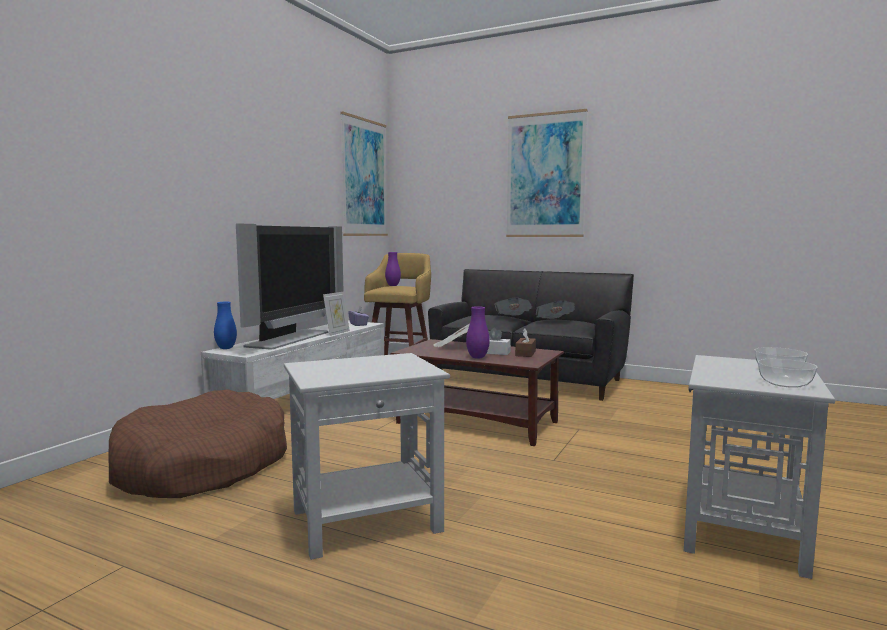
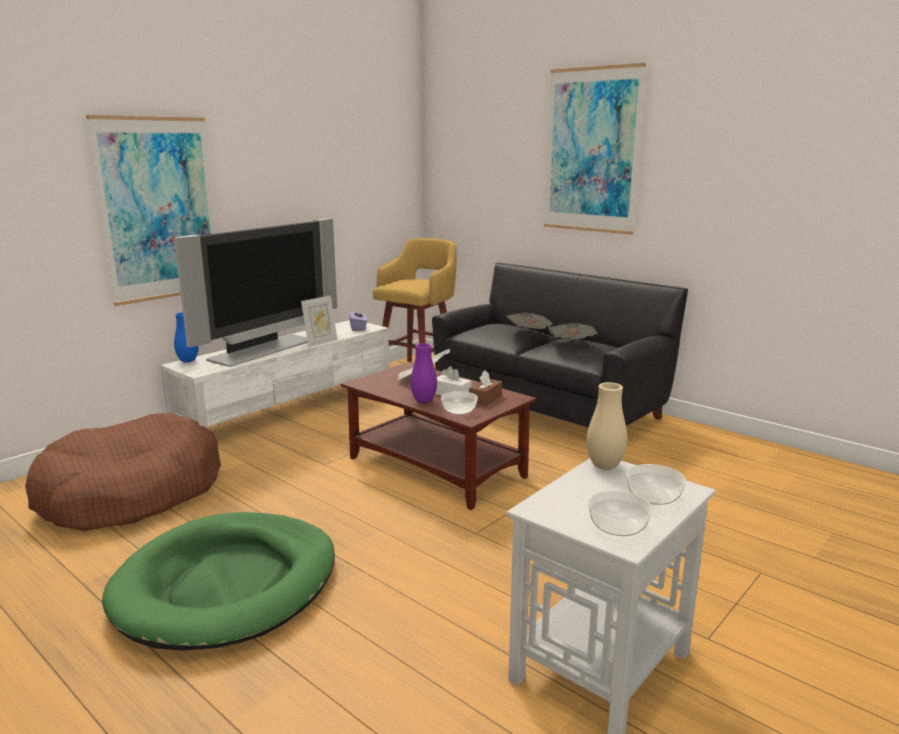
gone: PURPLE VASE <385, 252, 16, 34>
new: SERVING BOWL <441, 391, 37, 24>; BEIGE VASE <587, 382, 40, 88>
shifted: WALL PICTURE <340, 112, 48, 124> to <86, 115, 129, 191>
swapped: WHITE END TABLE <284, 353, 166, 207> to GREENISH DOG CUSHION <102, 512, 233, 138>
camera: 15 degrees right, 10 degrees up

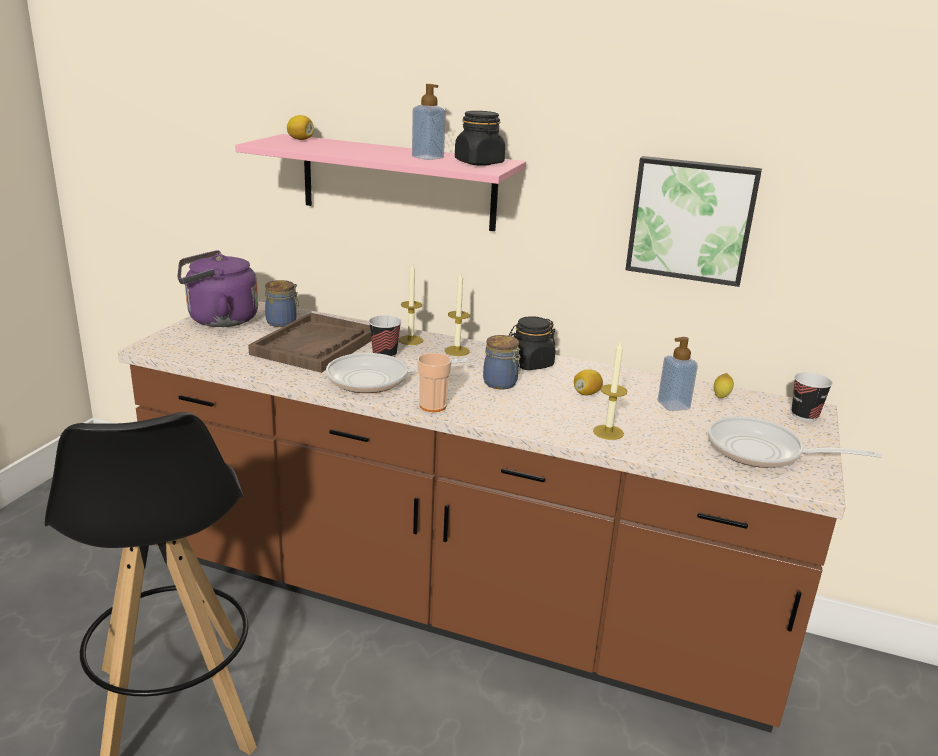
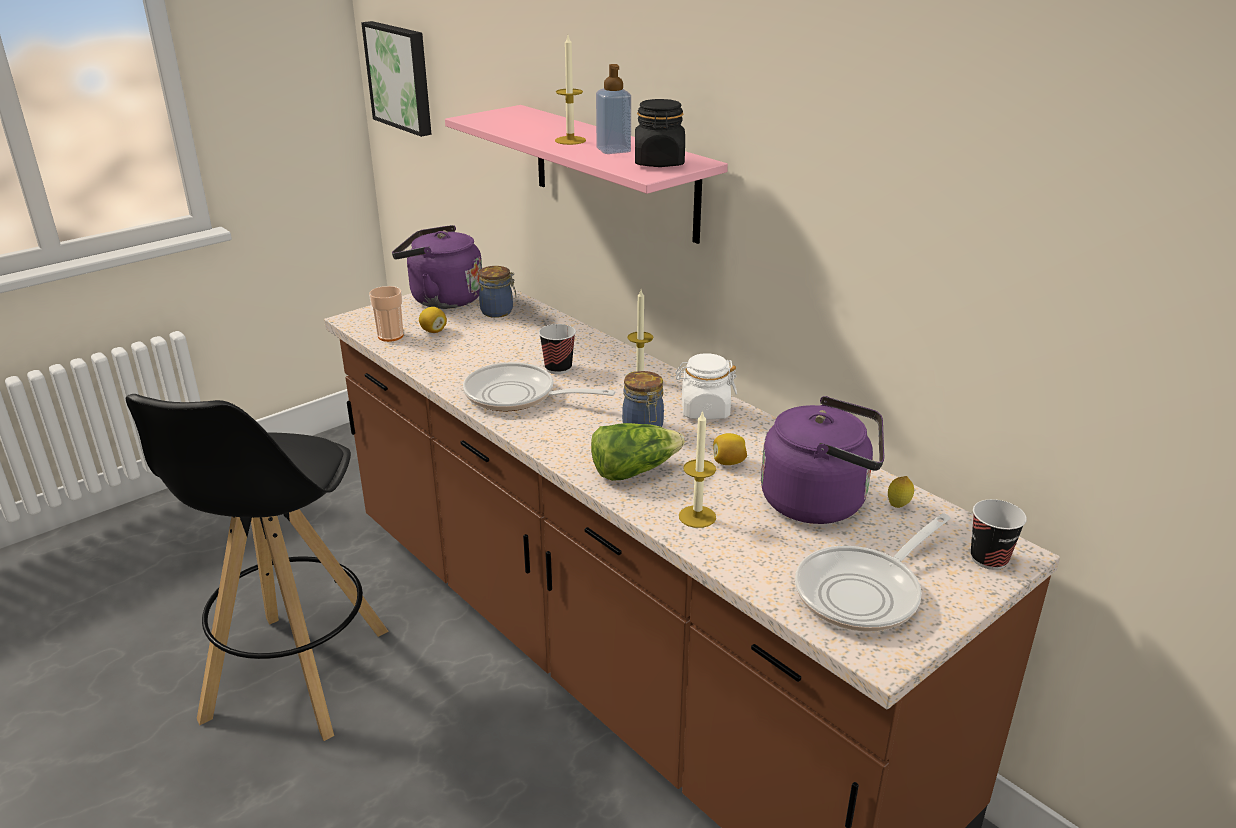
gone: BROWNISH SERVING TRAY <248, 313, 124, 60>
new: LETTUCE HEAD <591, 423, 94, 58>
shifted: CITRUS FRUIT <287, 115, 27, 25> to <419, 307, 28, 26>; WAX LIGHT <399, 263, 24, 82> to <555, 35, 31, 110>; SMALL CUP <417, 353, 35, 59> to <369, 286, 35, 56>; WALL PICTURE <625, 156, 137, 131> to <361, 21, 71, 116>
swapped: SOAP DISPENSER <658, 337, 40, 74> to PURPLE KETTLE <761, 396, 123, 128>
repainted: BLACK-COLOURED PRESERVE JAR <509, 316, 47, 54> to WHITE PRESERVE JAR <675, 353, 62, 67>
rotated: PAN <708, 416, 174, 52> = <795, 513, 156, 119> 90 degrees counterclockwise
camera: 30 degrees right, 5 degrees up

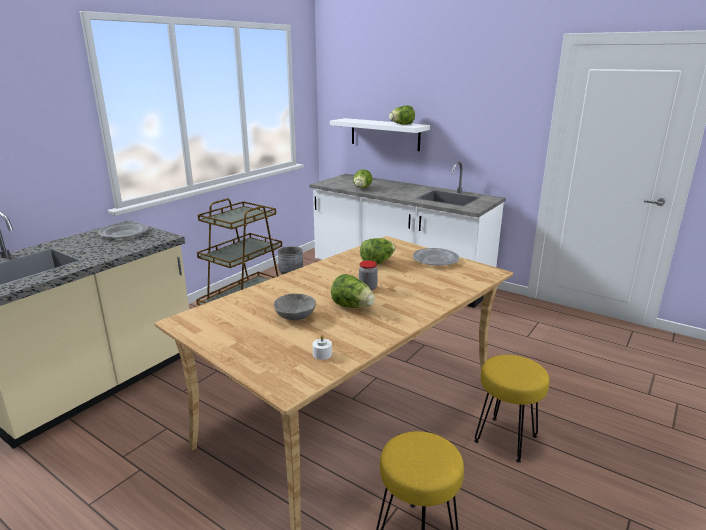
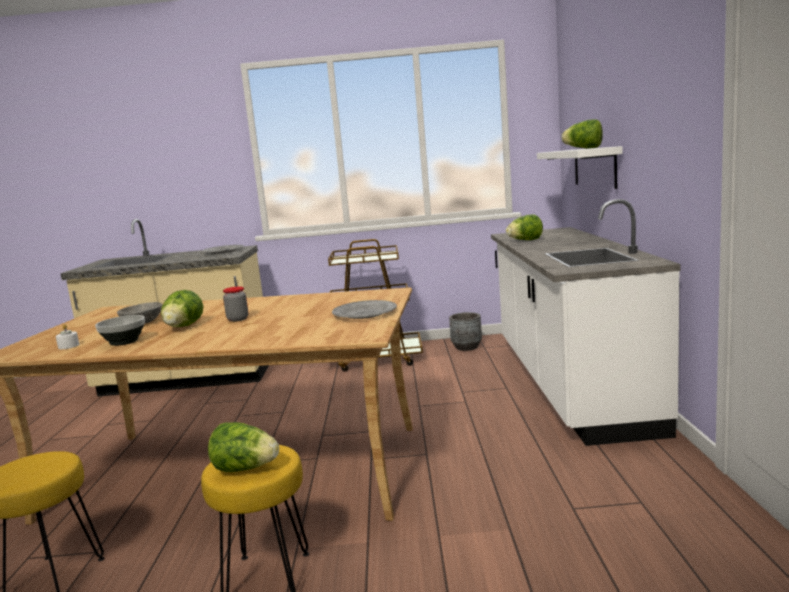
new: SERVING BOWL <95, 315, 50, 31>
shifted: LETTUCE HEAD <360, 238, 35, 27> to <208, 422, 71, 50>
camera: 55 degrees right, 10 degrees down

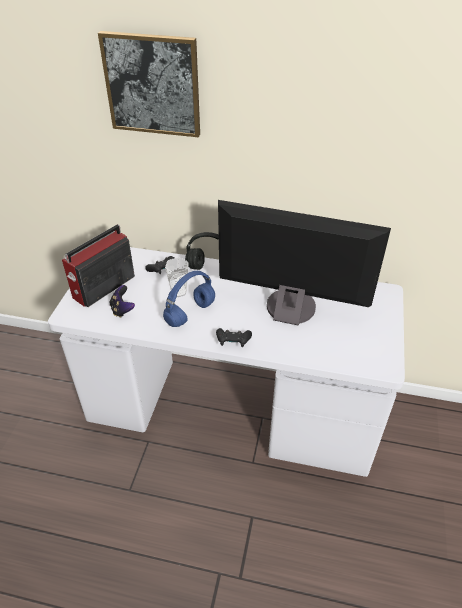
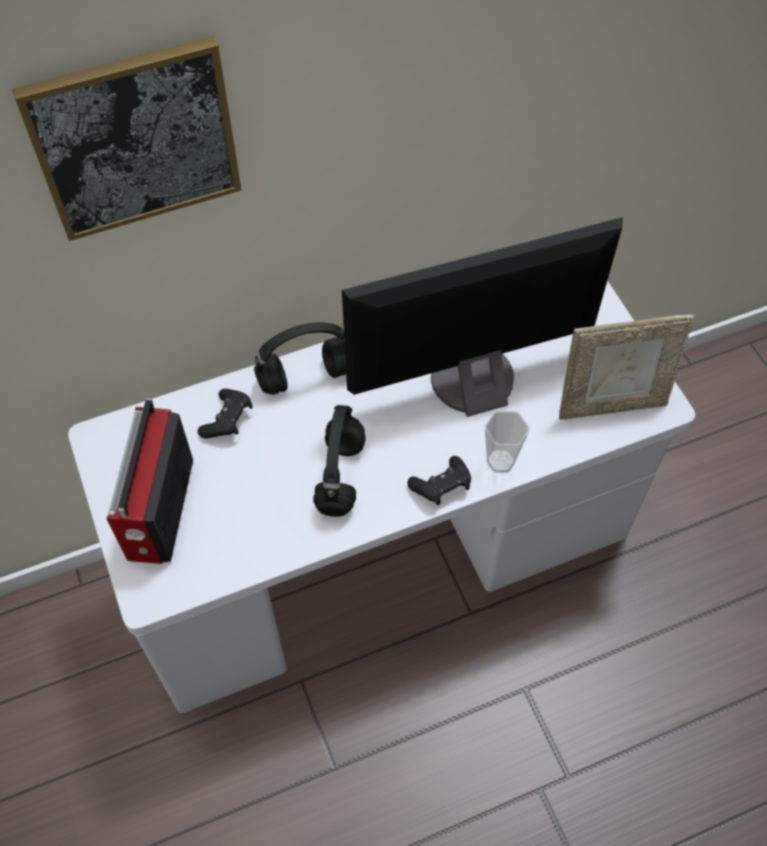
gone: JOYPAD <110, 285, 25, 33>
new: PICTURE FRAME <559, 315, 135, 105>
shifted: SMALL CUP <165, 257, 24, 40> to <485, 411, 45, 62>
repainted: BLUE HEADPHONES <163, 271, 52, 56> to BLACK-COLOURED HEADPHONES <313, 405, 53, 112>
camera: 35 degrees left, 15 degrees up

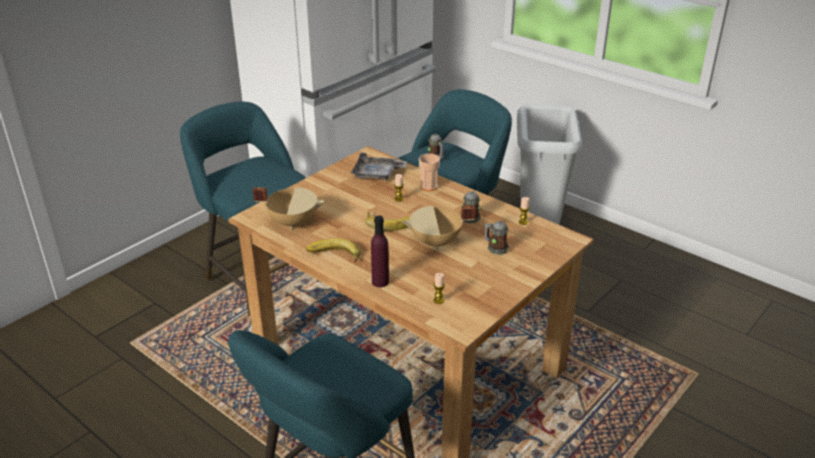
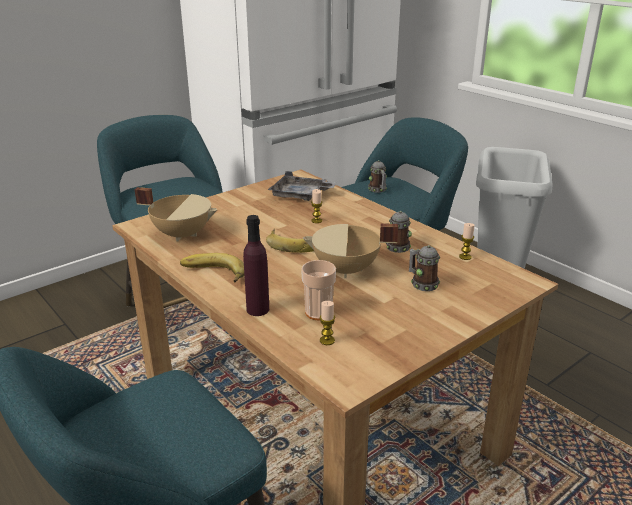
shifted: SMALL CUP <419, 154, 21, 37> to <301, 260, 35, 60>
camera: 10 degrees right, 5 degrees down

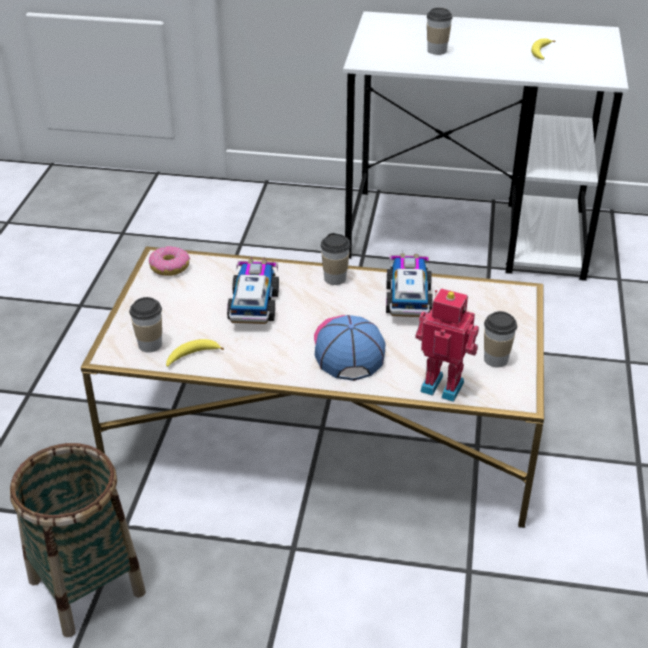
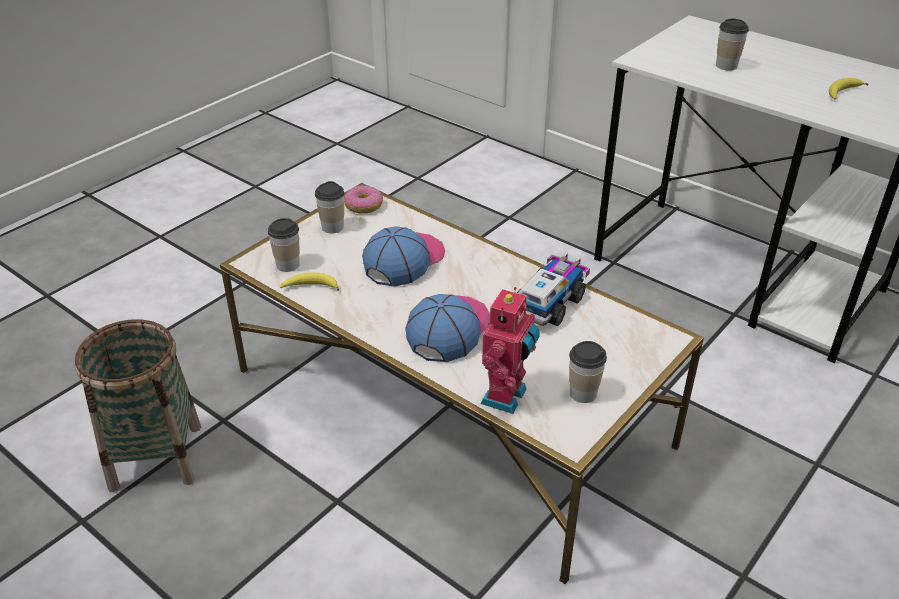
shifted: SMALL CUP <321, 233, 29, 52> to <315, 181, 29, 52>
swapped: MODEL TRUCK <227, 256, 52, 68> to CAP <362, 226, 83, 61>
rotated: TOY ROBOT <416, 288, 63, 114> = <481, 287, 59, 127> 60 degrees clockwise
camera: 30 degrees right, 0 degrees up

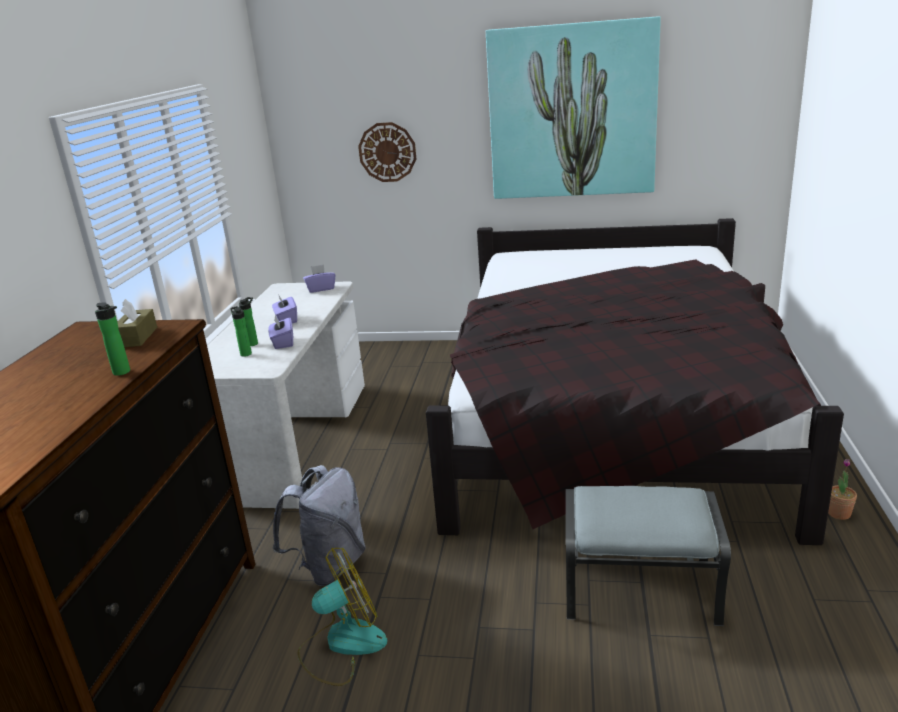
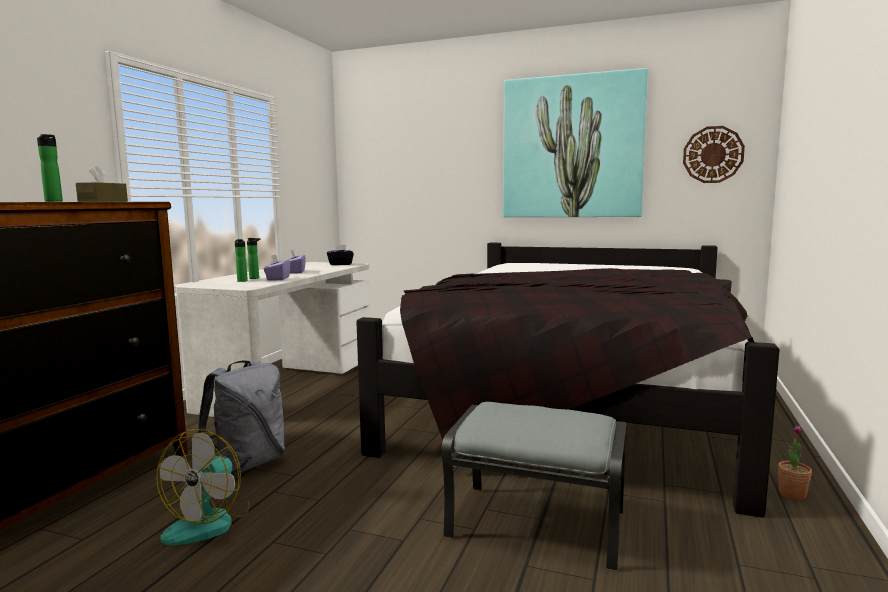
shifted: CLOCK ON THE WALL <358, 122, 58, 60> to <683, 126, 62, 57>
repainted: PURPLE BOX OF TISSUES <303, 264, 33, 29> to BLACK-COLOURED BOX OF TISSUES <327, 244, 27, 21>
rotated: COOLING FAN <298, 547, 89, 139> = <156, 429, 94, 116> 120 degrees clockwise
camera: 10 degrees right, 15 degrees down

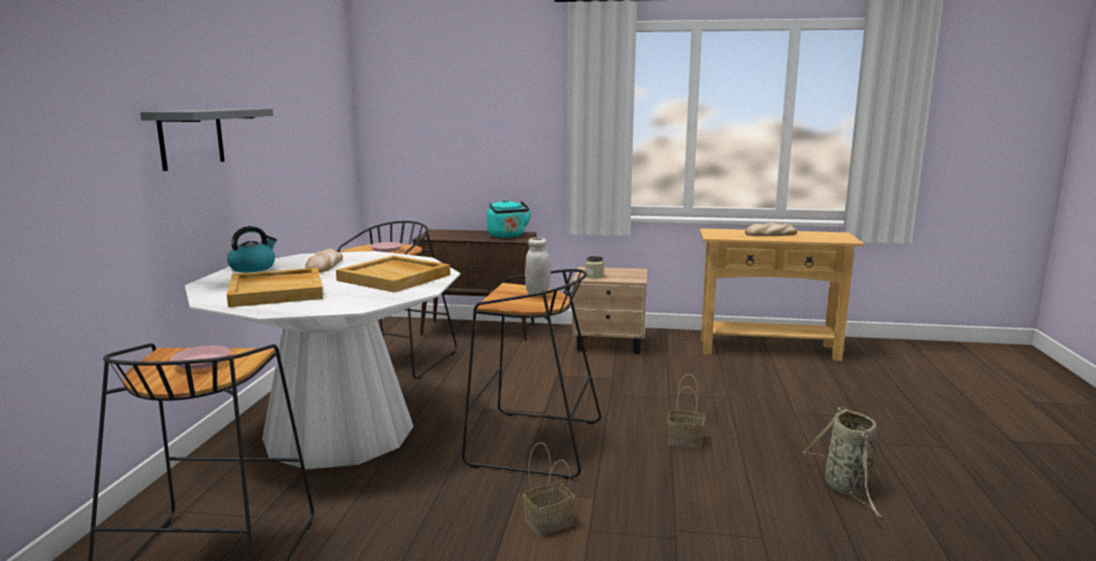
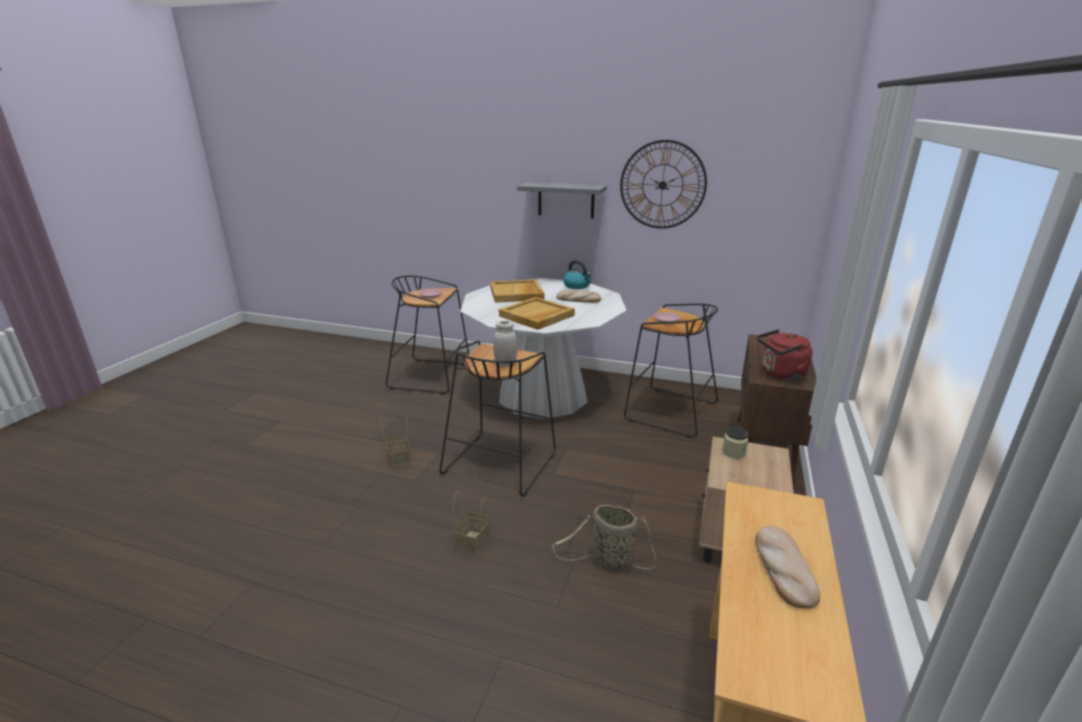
new: CLOCK ON THE WALL <620, 140, 87, 89>
shifted: HOUSEHOLD BASKET <803, 407, 81, 112> to <552, 505, 104, 67>
repainted: TURQUOISE KETTLE <487, 199, 44, 39> to REDDISH KETTLE <757, 329, 56, 51>
camera: 100 degrees right, 10 degrees up

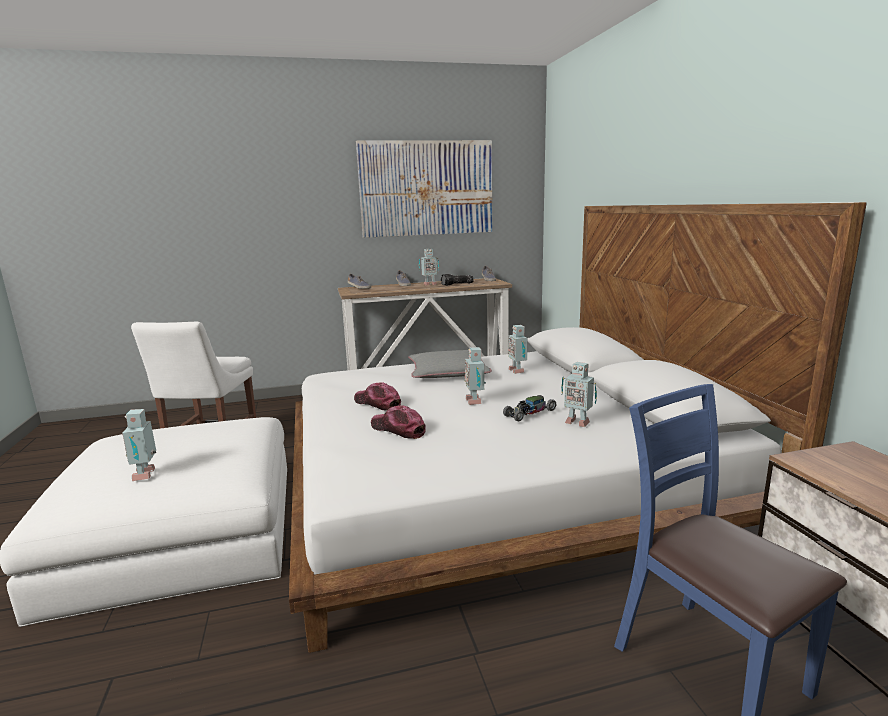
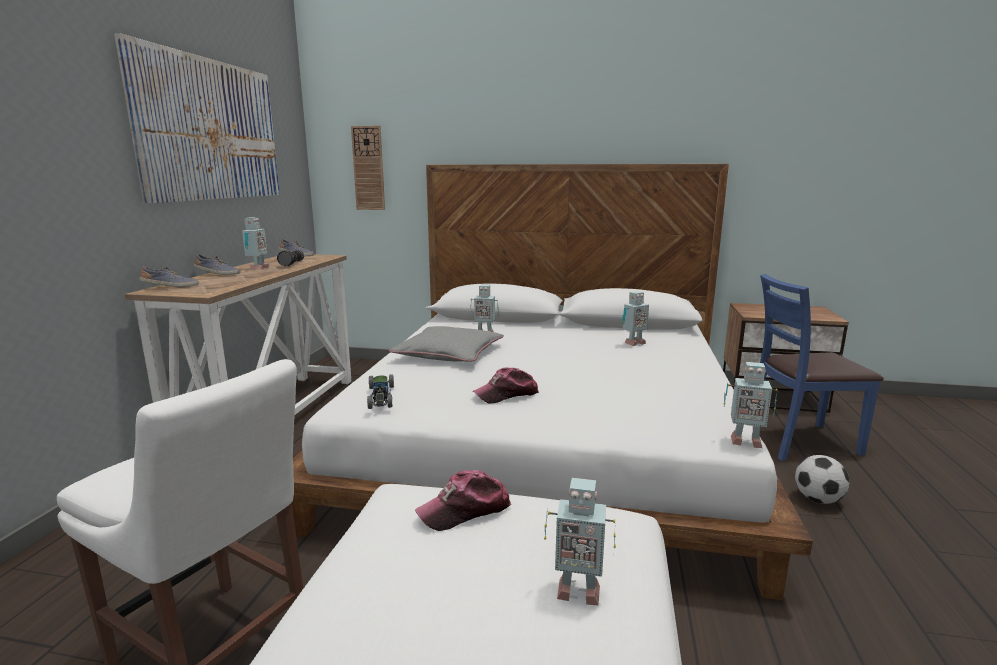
new: CLOCK ON THE WALL <351, 126, 34, 84>; BALL FOR FOOTBALL <795, 455, 54, 49>
shifted: CAP <371, 405, 55, 34> to <415, 470, 96, 61>; TOY ROBOT <464, 347, 22, 58> to <724, 362, 54, 86>; MINIATURE CAR <503, 395, 53, 26> to <367, 375, 27, 34>
camera: 65 degrees left, 0 degrees up

